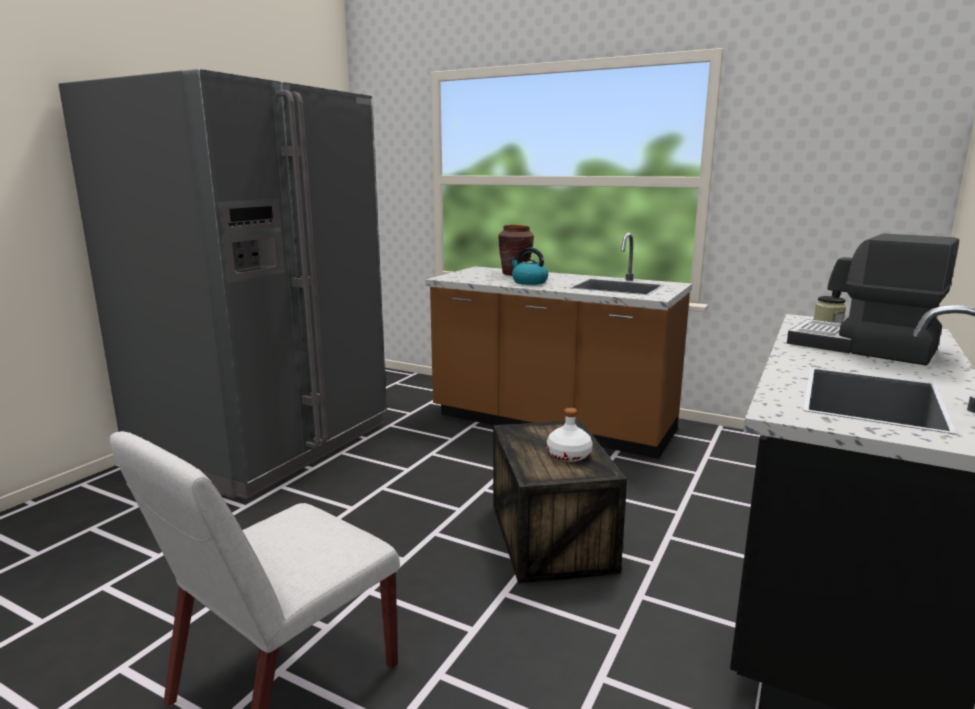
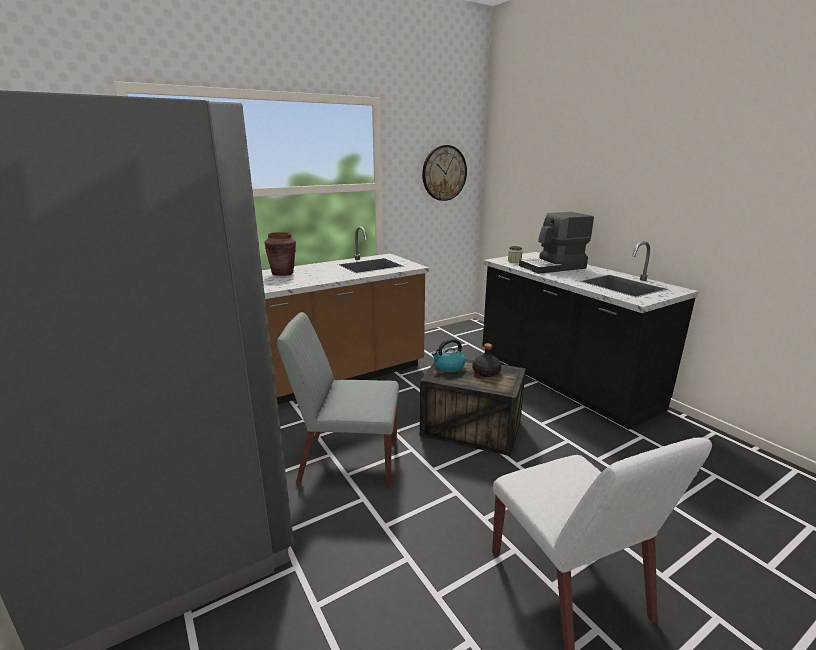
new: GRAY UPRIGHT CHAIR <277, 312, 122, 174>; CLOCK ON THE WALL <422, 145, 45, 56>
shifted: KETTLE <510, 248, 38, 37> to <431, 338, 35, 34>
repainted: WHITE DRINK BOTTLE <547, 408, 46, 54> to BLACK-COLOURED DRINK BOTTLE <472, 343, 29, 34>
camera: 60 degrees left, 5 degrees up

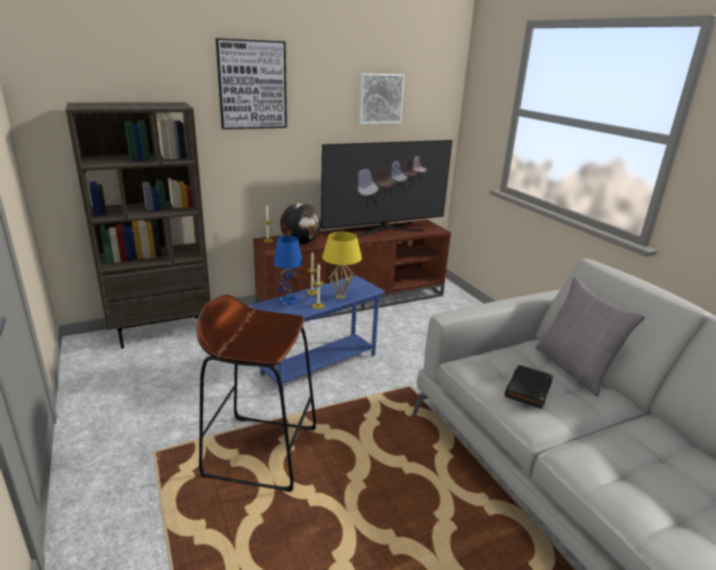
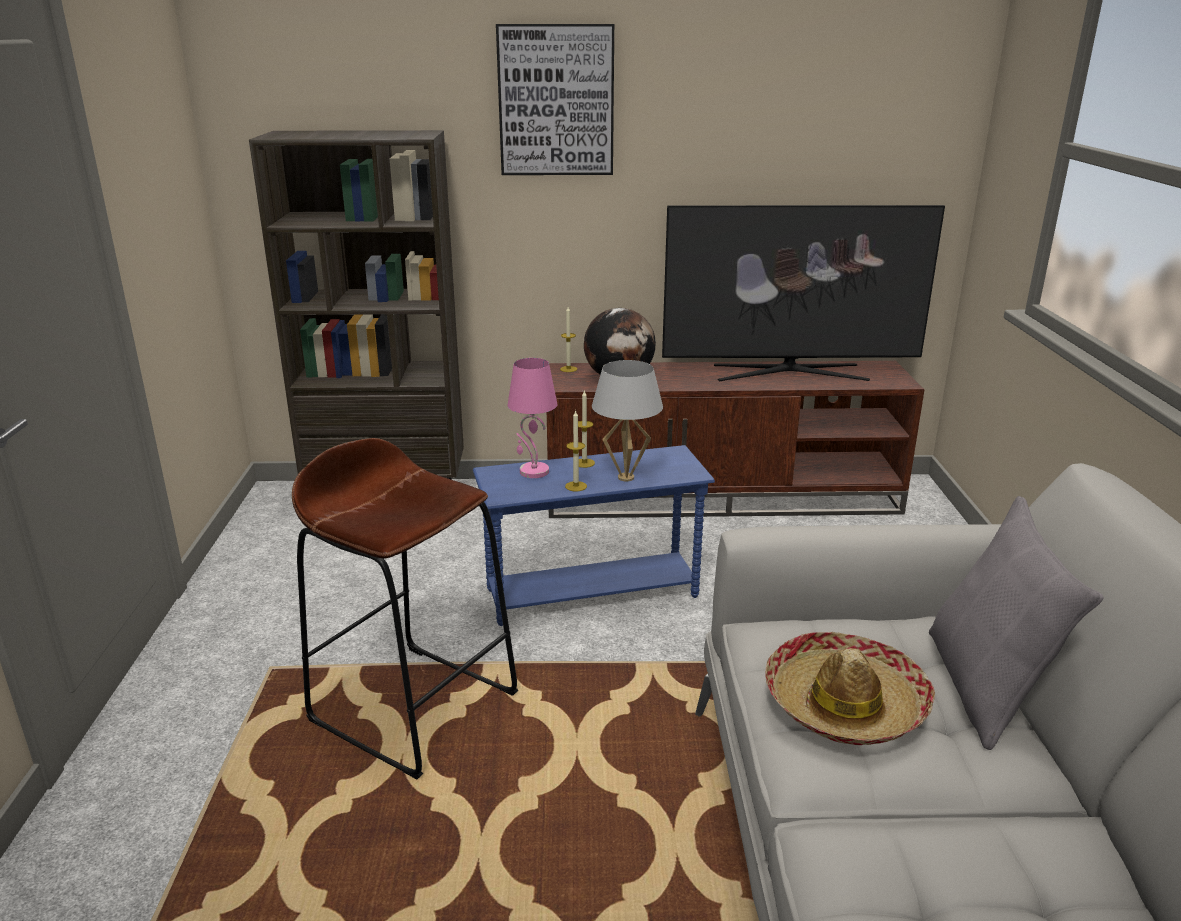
gone: WALL PICTURE <358, 73, 47, 51>
swapped: BLACK-COLOURED BOOK <505, 365, 48, 44> to HAT <765, 632, 170, 113>
repainted: BLUE LAMP FOR A TABLE <274, 236, 29, 69> to PINK LAMP FOR A TABLE <507, 358, 50, 120>; YELLOW LAMP FOR A TABLE <322, 232, 40, 67> to WHITE LAMP FOR A TABLE <592, 360, 71, 122>
camera: 25 degrees right, 0 degrees up

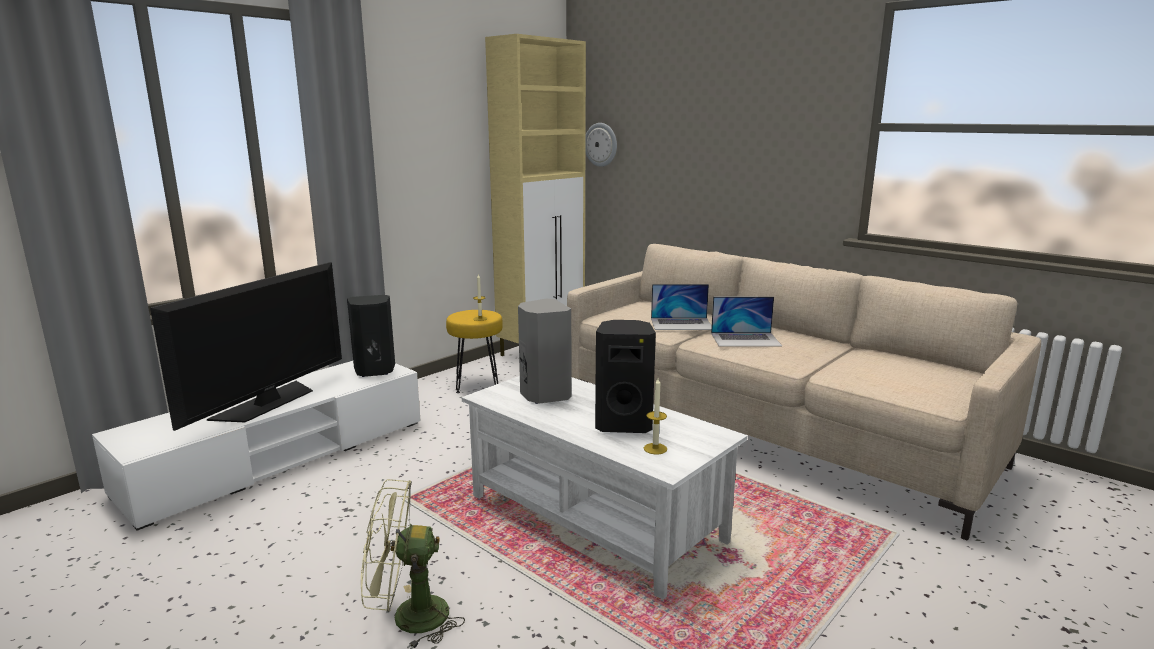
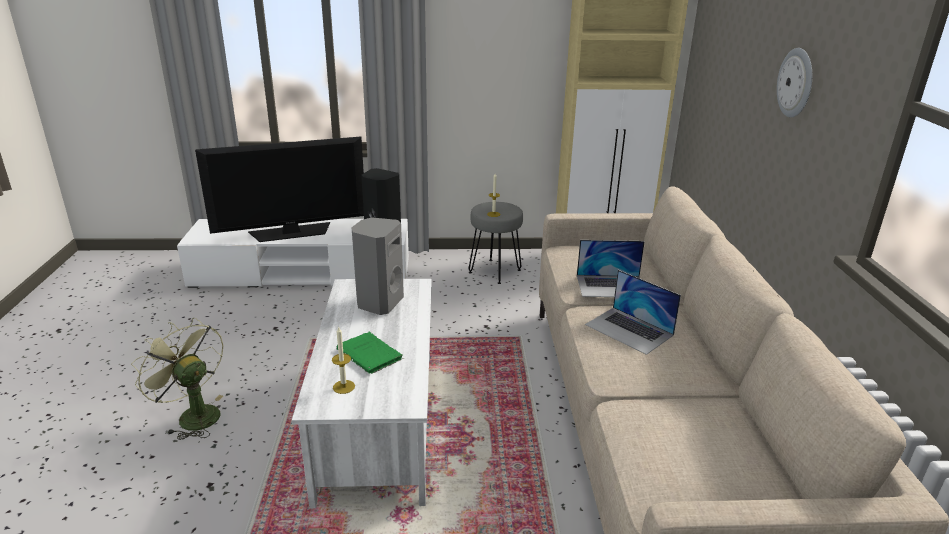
shifted: CLOCK ON THE WALL <585, 123, 32, 44> to <777, 48, 35, 70>
swapped: BLACK-COLOURED SPEAKER <595, 320, 61, 113> to GREENISH BOOK <336, 332, 68, 42>
repainted: YELLOW SITTING STOOL <446, 310, 57, 83> to GRAY SITTING STOOL <469, 202, 54, 82>
rotated: NOTEBOOK COMPUTER <651, 284, 61, 46> = <577, 240, 68, 57> 45 degrees counterclockwise
camera: 45 degrees right, 10 degrees up

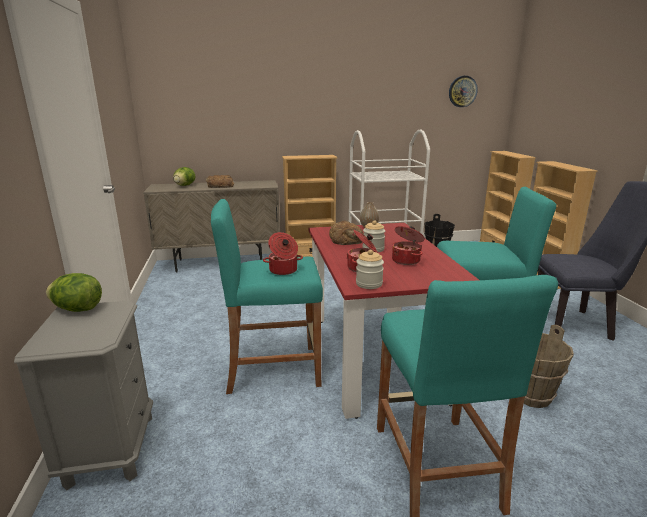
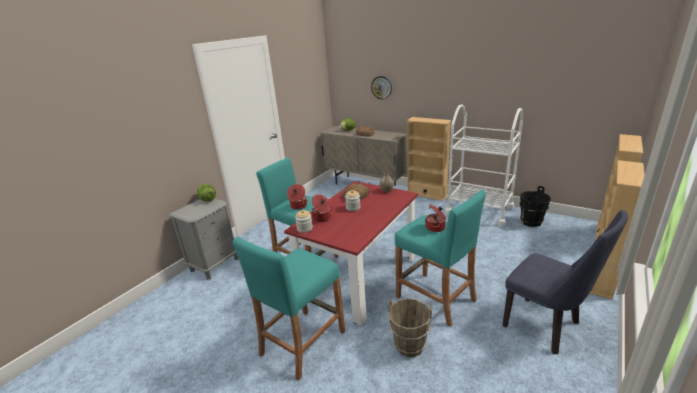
shifted: COOKING POT <392, 226, 33, 39> to <425, 204, 21, 28>; CLOCK ON THE WALL <449, 76, 29, 31> to <371, 76, 21, 24>
camera: 45 degrees right, 5 degrees up

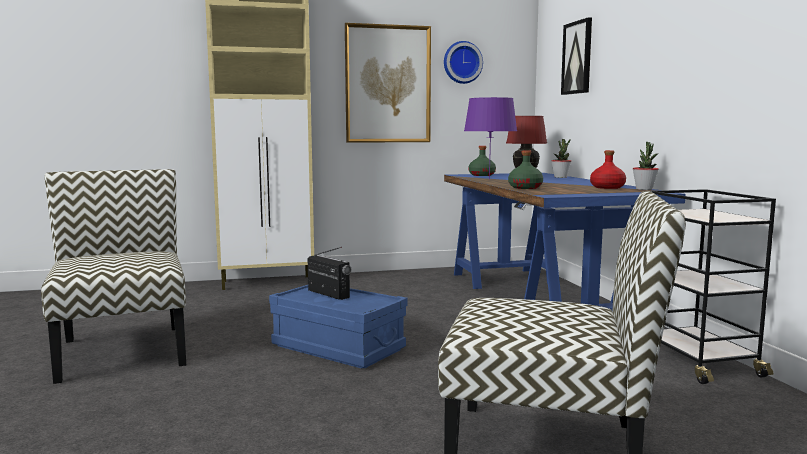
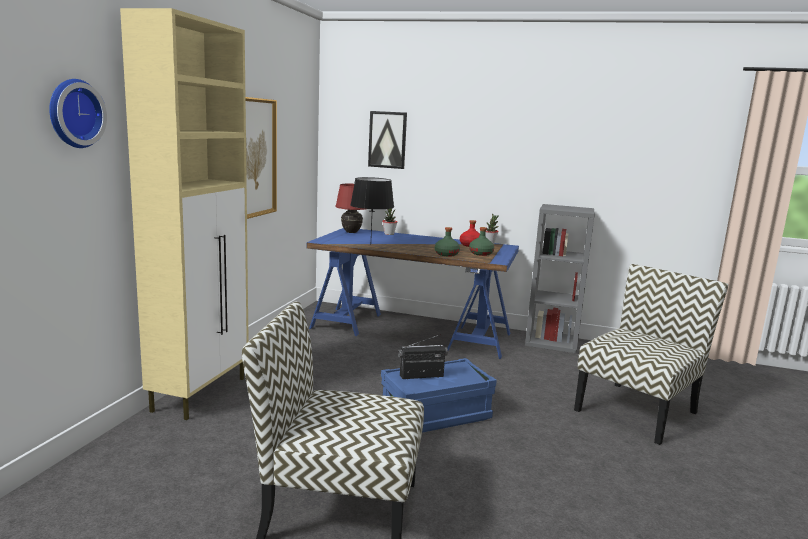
shifted: CLOCK ON THE WALL <444, 41, 39, 43> to <49, 79, 58, 69>; GREENISH DRINK BOTTLE <469, 146, 27, 30> to <469, 227, 25, 29>
swapped: BLACK-COLOURED TROLLEY <651, 189, 125, 195> to GRAY BOOKCASE <525, 204, 70, 149>
repainted: PURPLE LAMP FOR A TABLE <464, 97, 53, 82> to BLACK-COLOURED LAMP FOR A TABLE <350, 177, 44, 58>
camera: 60 degrees left, 5 degrees up

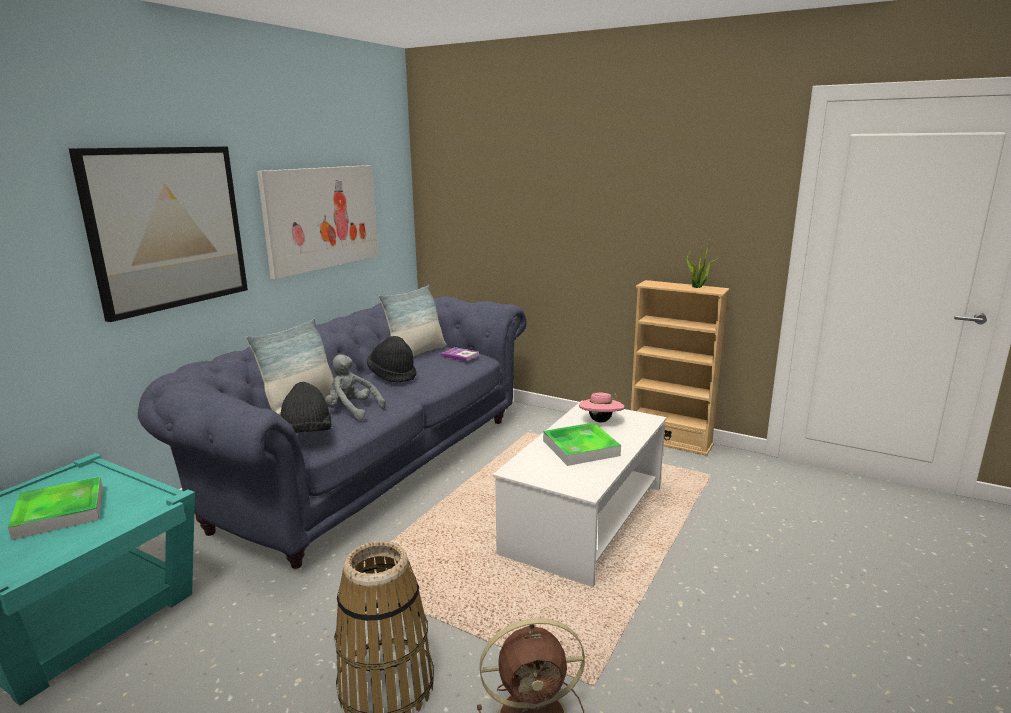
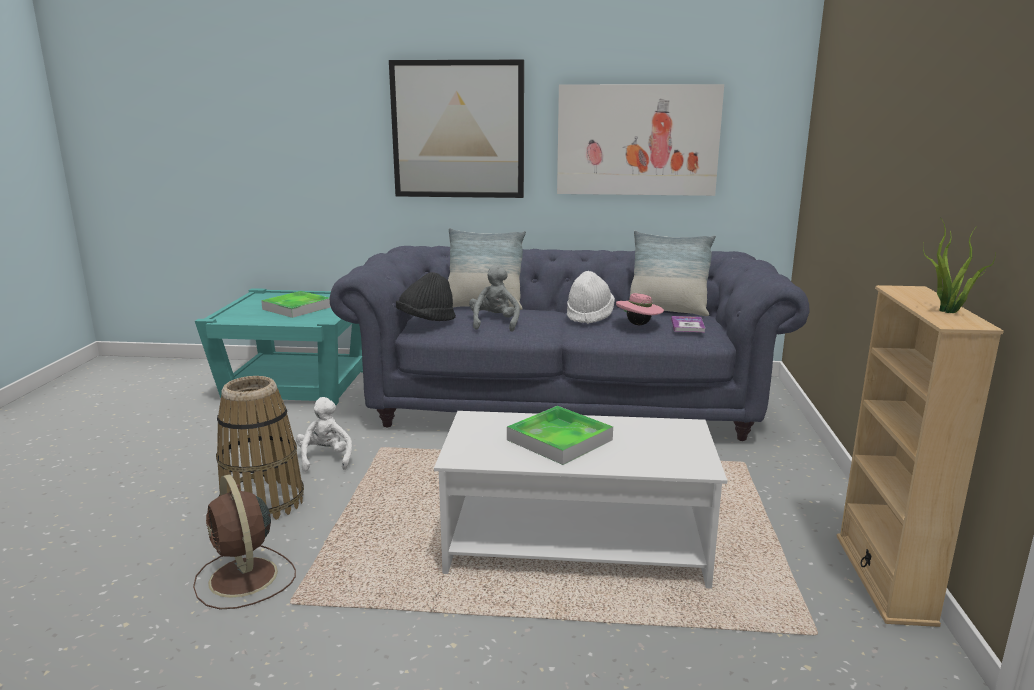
new: WHITE CUDDLY TOY <296, 397, 56, 75>
shifted: PINK HAT <579, 392, 46, 30> to <616, 293, 48, 32>
repainted: BLACK-COLOURED HAT <367, 336, 49, 47> to WHITE HAT <567, 271, 48, 53>
camera: 65 degrees right, 0 degrees up

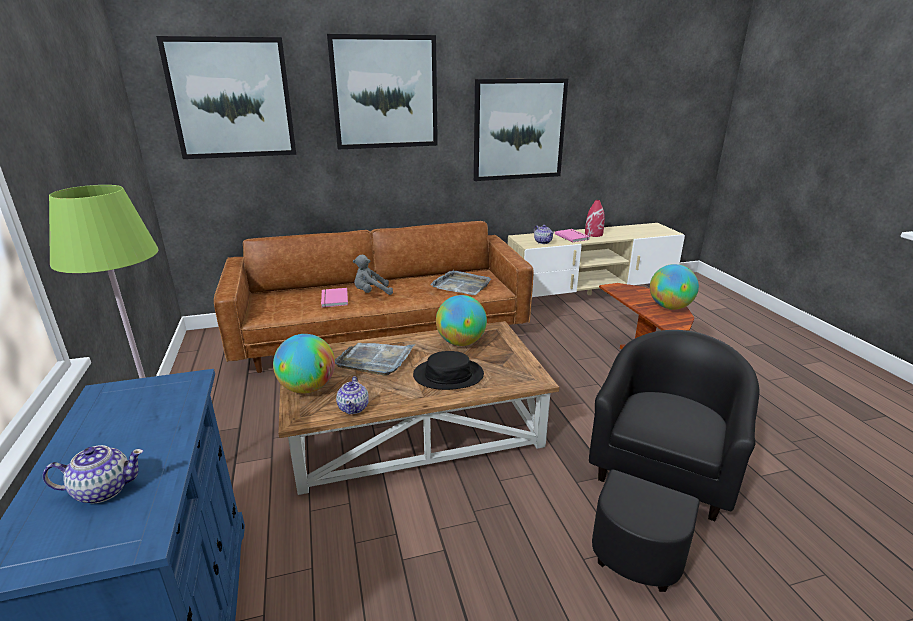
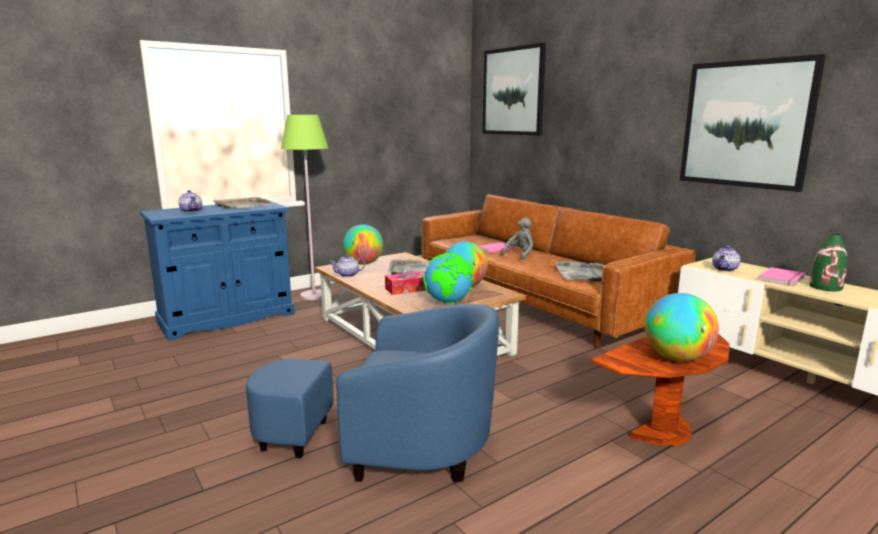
gone: WALL PICTURE <327, 34, 111, 116>
new: GRAY SERVING TRAY <213, 197, 61, 12>; WORLD GLOBE <423, 253, 51, 51>
swapped: BLACK-COLOURED HAT <413, 351, 71, 39> to BOX OF TISSUES <385, 271, 41, 24>
repainted: REDDISH VASE <585, 200, 20, 37> to GREENISH VASE <809, 234, 38, 57>; BLACK-COLOURED LOUNGE CHAIR <589, 330, 170, 262> to BLUE LOUNGE CHAIR <246, 304, 253, 179>
rotated: GRAY CUDDLY TOY <353, 255, 40, 40> = <502, 218, 31, 42> 75 degrees clockwise
camera: 70 degrees right, 10 degrees down

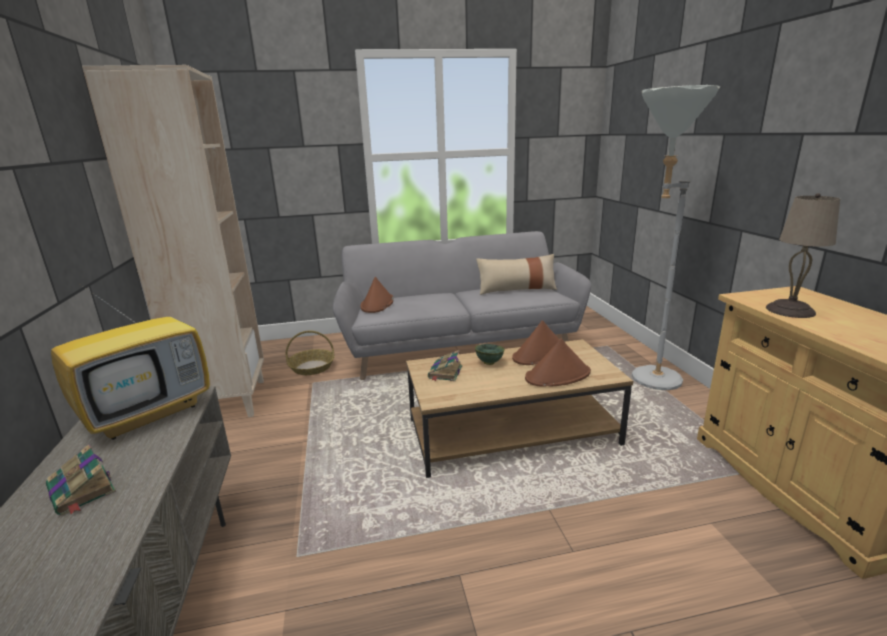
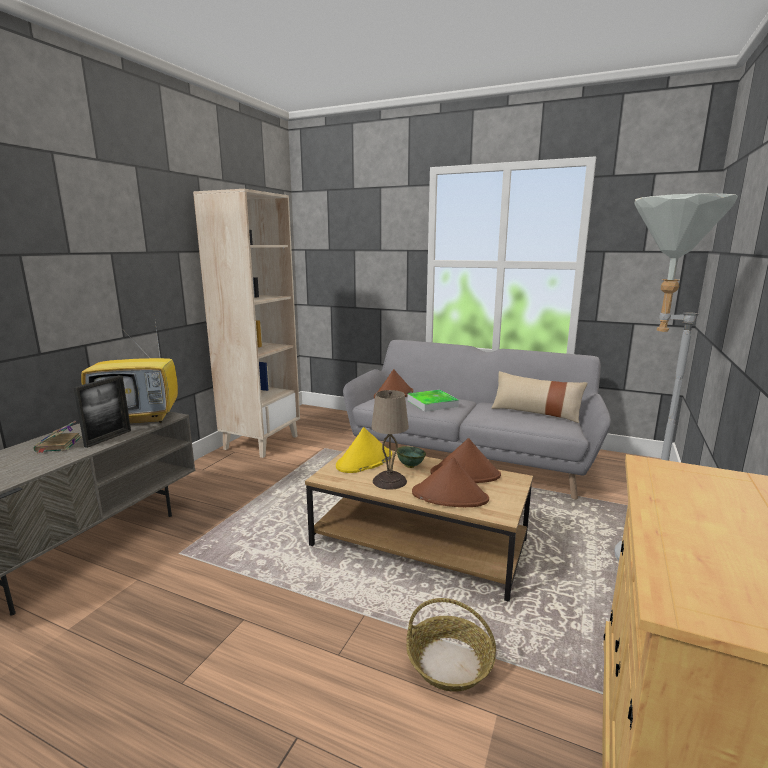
new: PICTURE FRAME <73, 375, 58, 73>; SERVING TRAY <408, 390, 51, 22>
shifted: HOUSEHOLD BASKET <285, 331, 50, 44> to <406, 598, 90, 94>; BEIGE LAMP FOR A TABLE <766, 193, 74, 125> to <371, 390, 38, 100>
swapped: BOOK <428, 350, 34, 31> to YELLOW HAT <336, 427, 56, 46>
camera: 35 degrees right, 5 degrees down

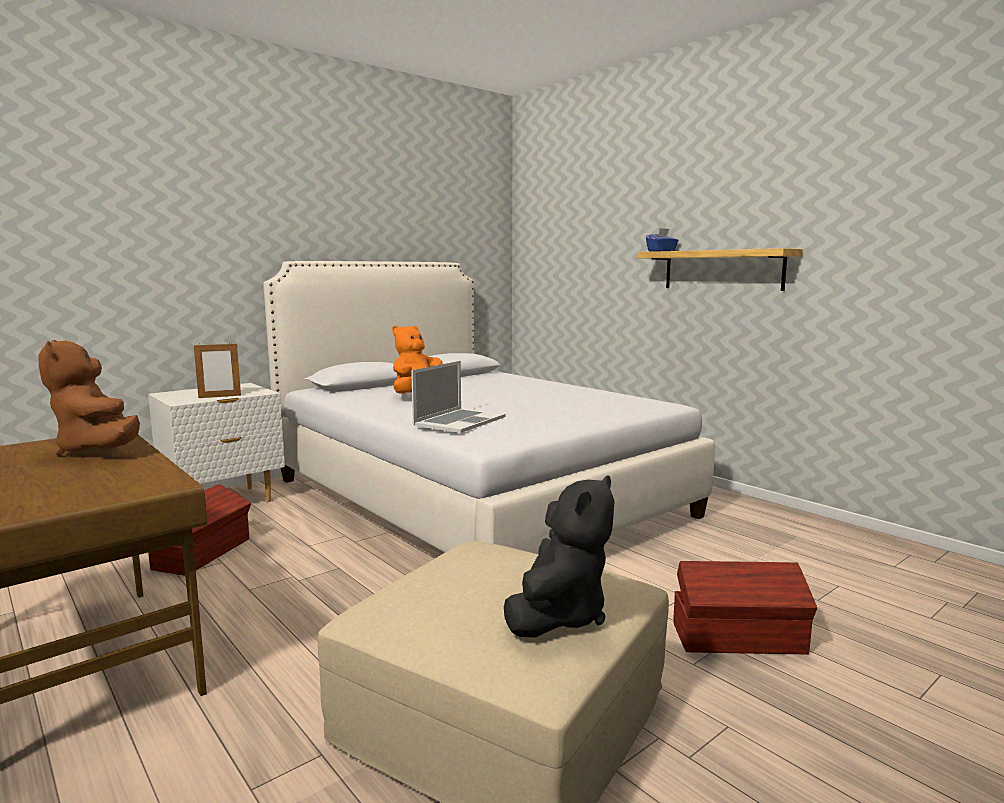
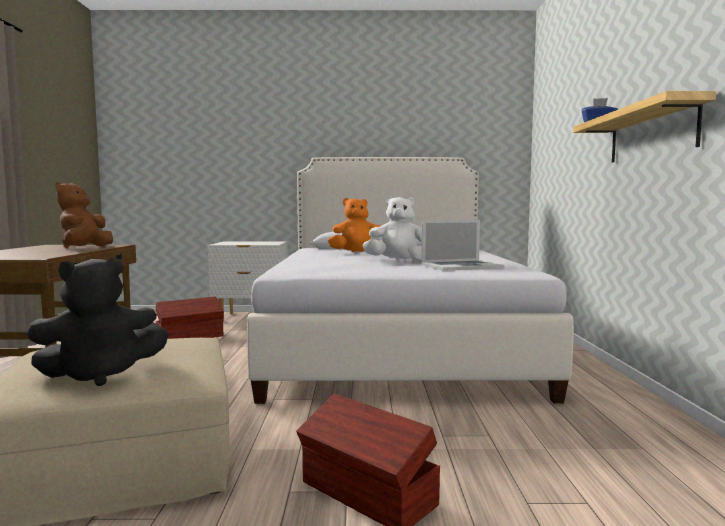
gone: PICTURE FRAME <194, 342, 47, 56>
new: WHITE CUDDLY TOY <363, 196, 59, 66>
shifted: NOTEBOOK COMPUTER <411, 361, 94, 72> to <422, 220, 82, 51>
camera: 40 degrees right, 5 degrees down

